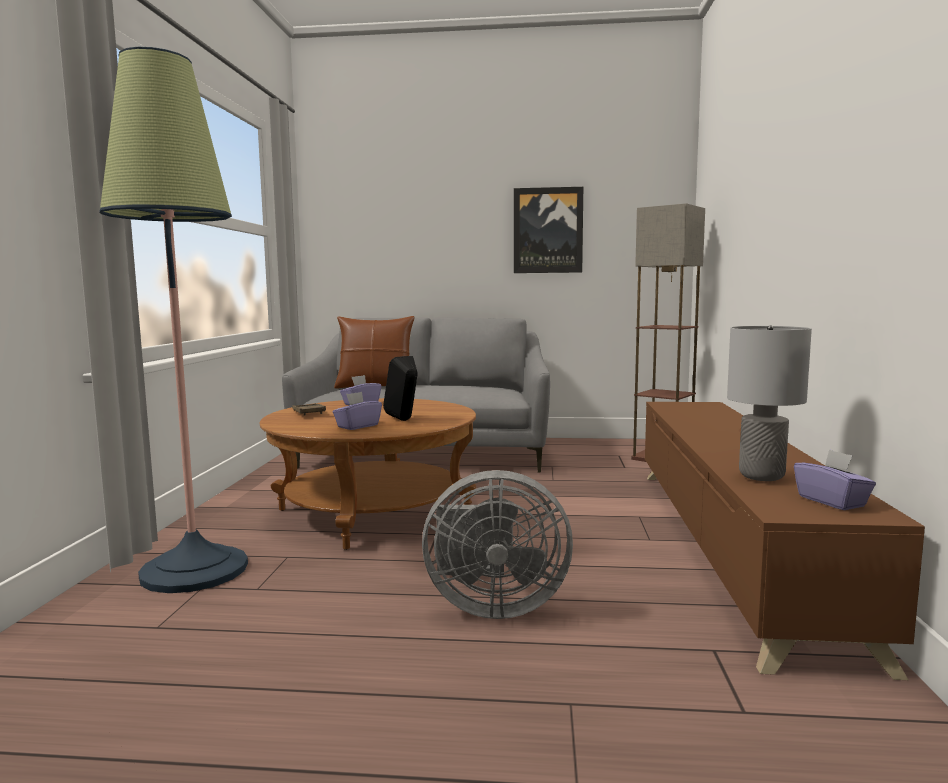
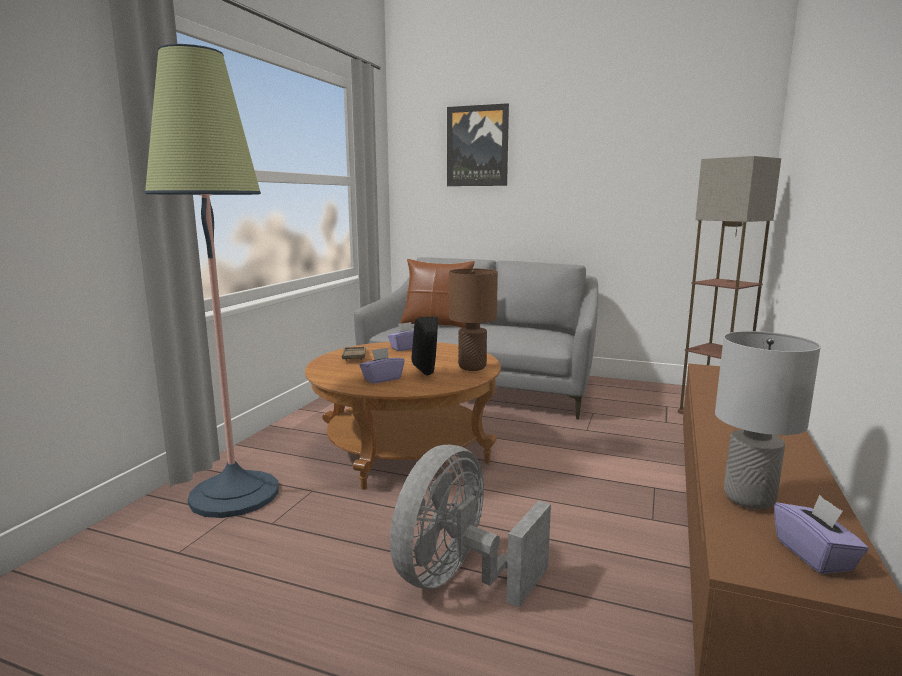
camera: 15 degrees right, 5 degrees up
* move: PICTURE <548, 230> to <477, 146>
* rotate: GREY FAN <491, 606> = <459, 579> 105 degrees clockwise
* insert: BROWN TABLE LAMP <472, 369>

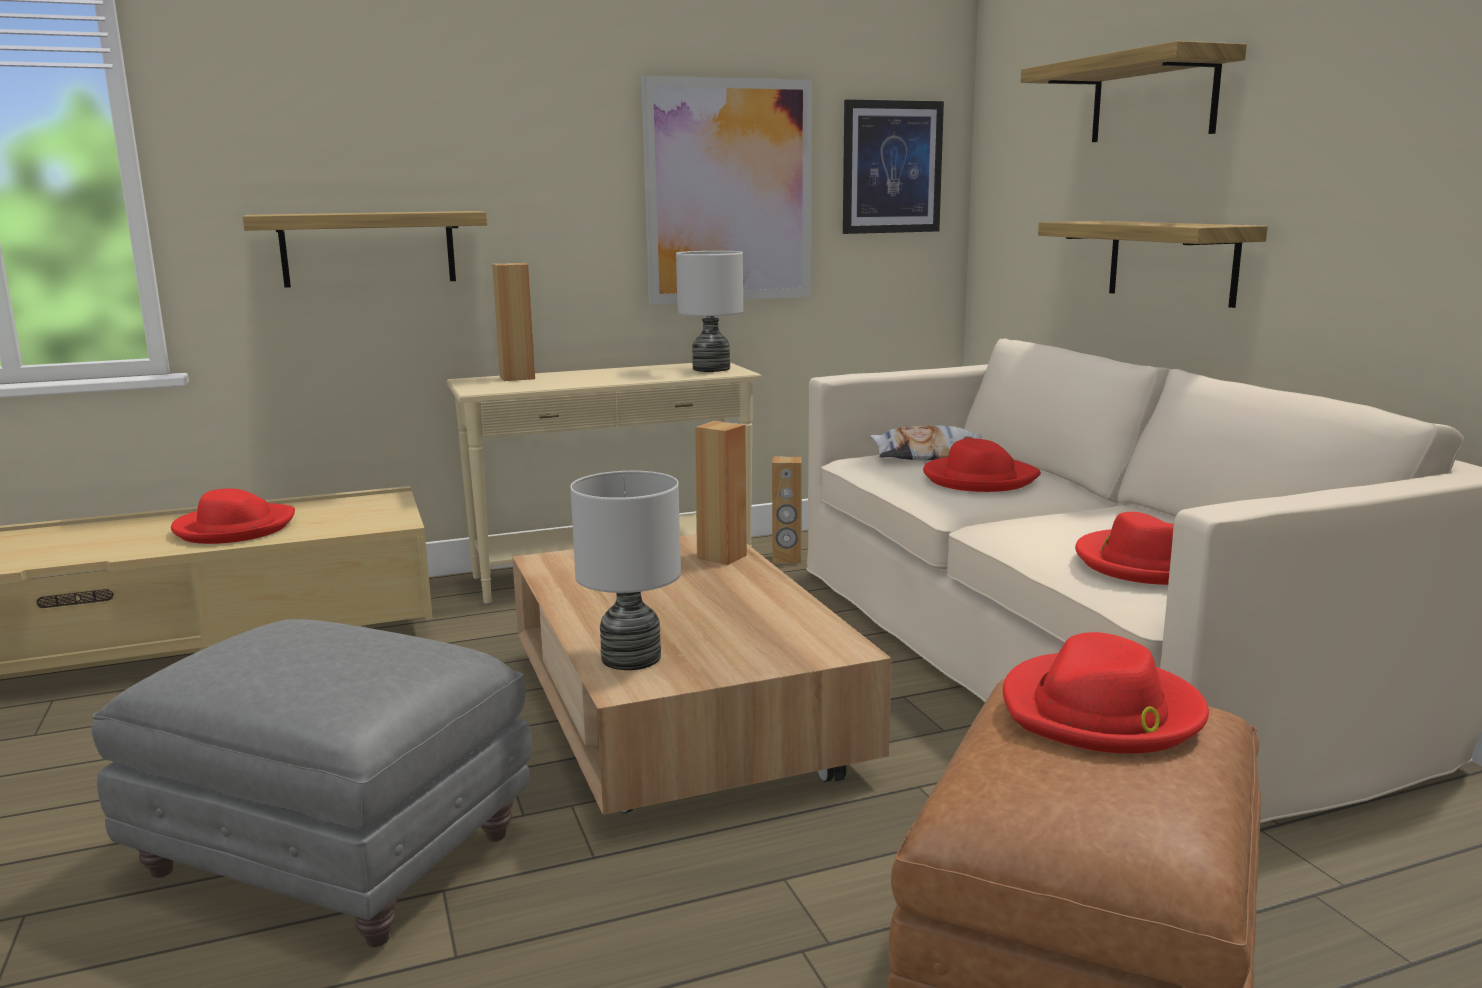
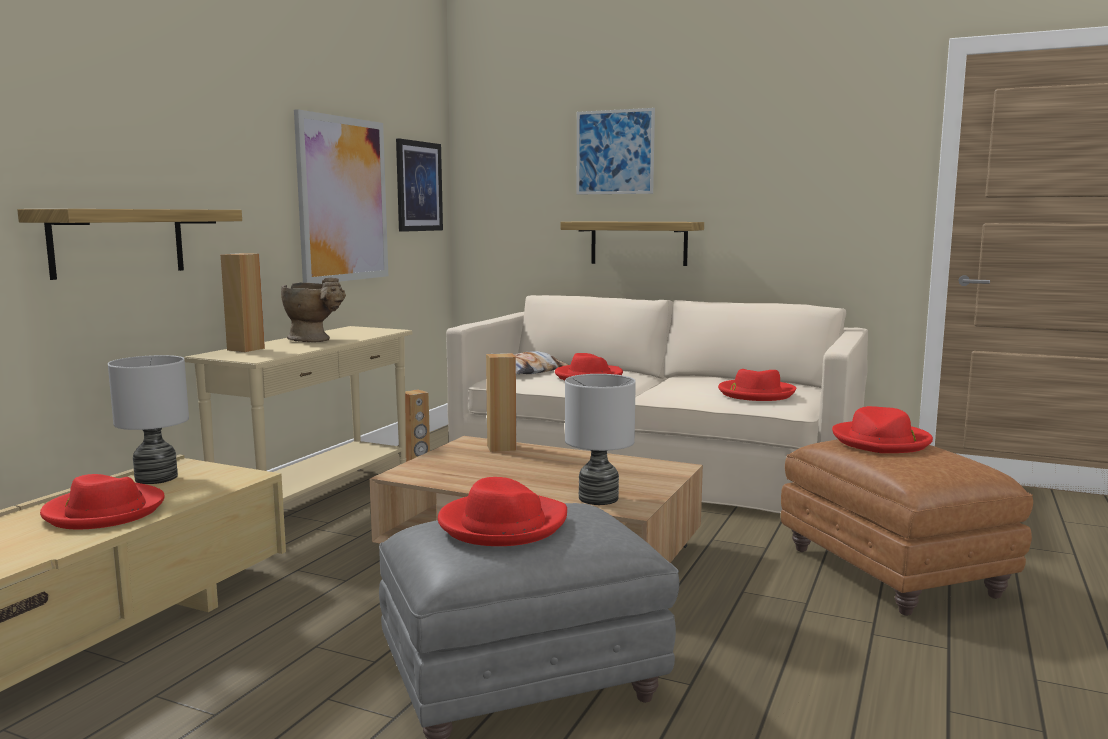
camera: 45 degrees left, 5 degrees down
* replace: SHELF <1153, 98> to PICTURE <615, 152>
* move: GREY TABLE LAMP <711, 369> to <156, 478>
* insert: BEIGE VASE <316, 340>
* insert: RED HAT <502, 524>

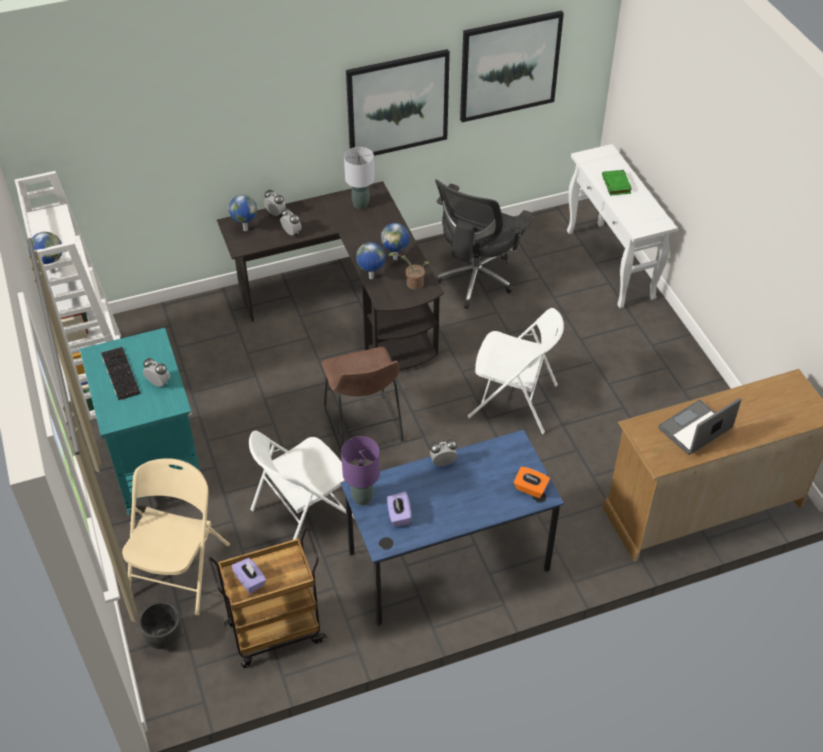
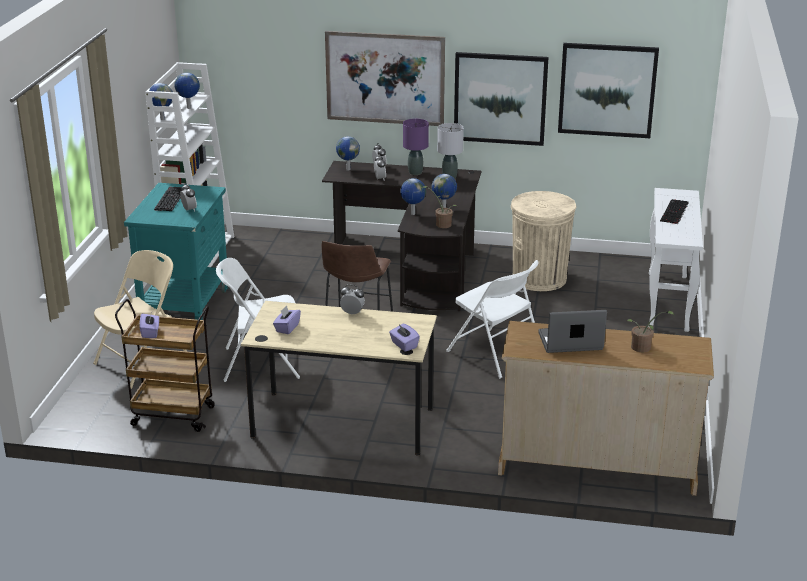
camera: 30 degrees right, 20 degrees down
* replace: GREEN BOOK <616, 185> to KEYBOARD <675, 212>
* replace: OFFICE CHAIR <476, 278> to BEIGE TRASH CAN <539, 278>
* recolor: BLUE DESK <448, 561> to BEIGE DESK <343, 423>
* move: PURPLE TABLE LAMP <363, 498> to <415, 173>
* recolor: ORANGE TISSUE BOX <530, 489> to PURPLE TISSUE BOX <404, 345>
* delete: BLACK PLANTER <164, 638>
* insert: PICTURE <385, 78>
* insert: GLOBE <188, 108>
* insert: POTTED PLANT <643, 348>

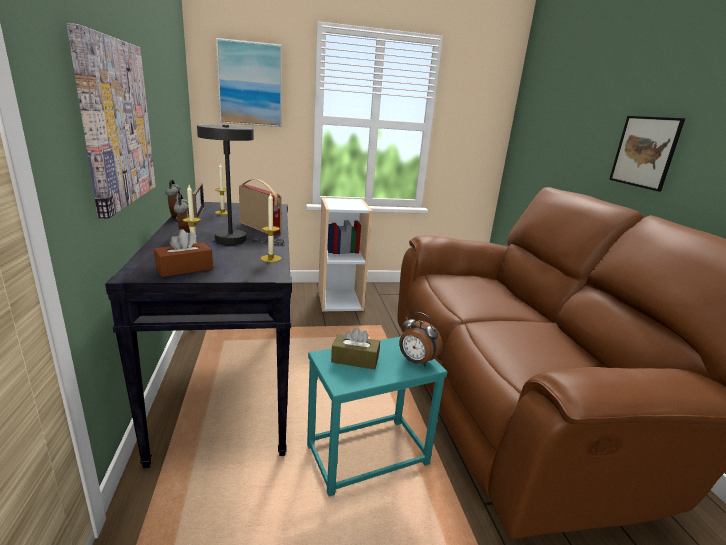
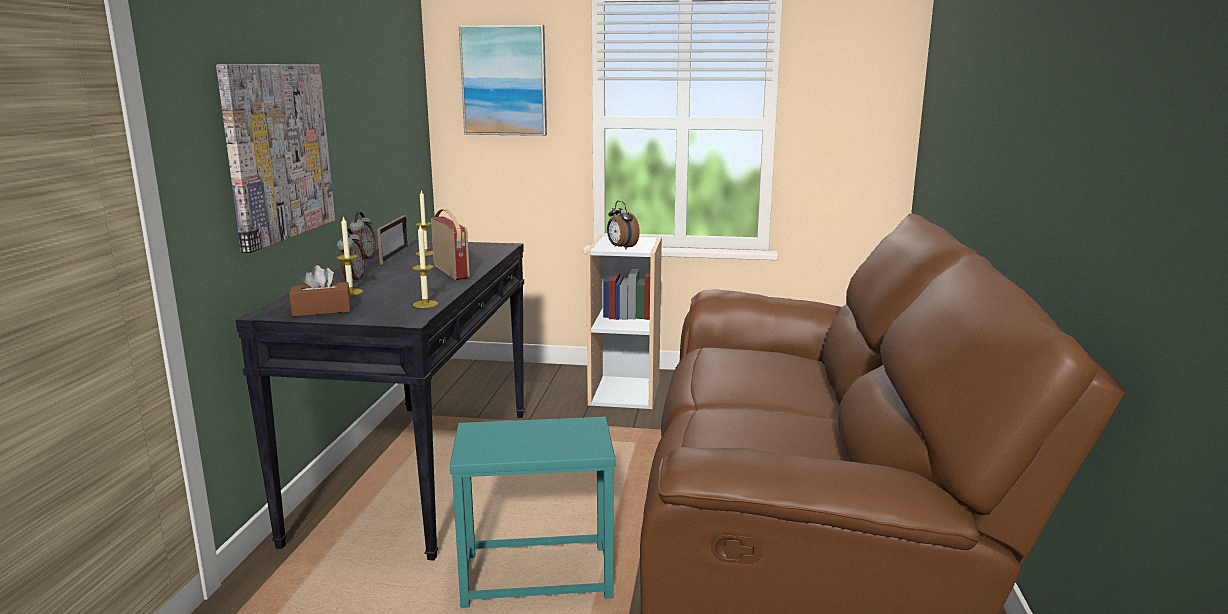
camera: 20 degrees right, 5 degrees down
* delete: PICTURE <644, 152>
* delete: GREY TABLE LAMP <237, 240>
* move: ALARM CLOCK <416, 361> to <621, 248>
* delete: BROWN TISSUE BOX <355, 359>

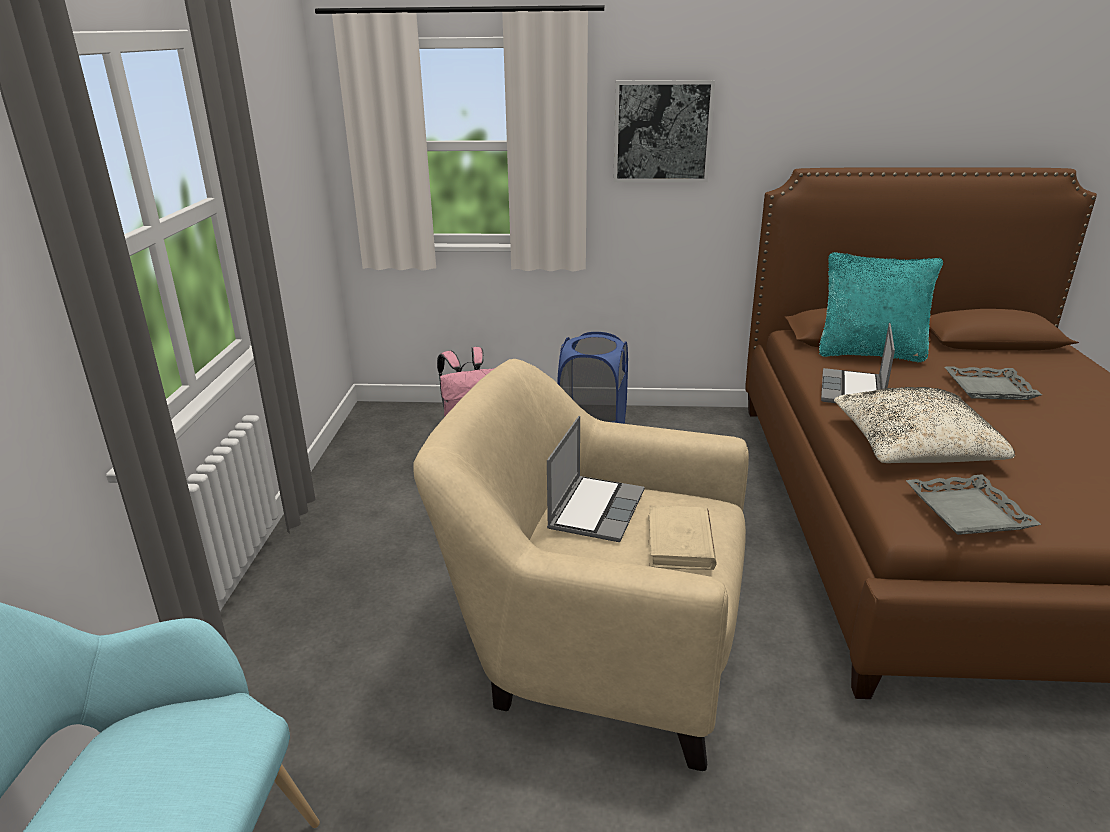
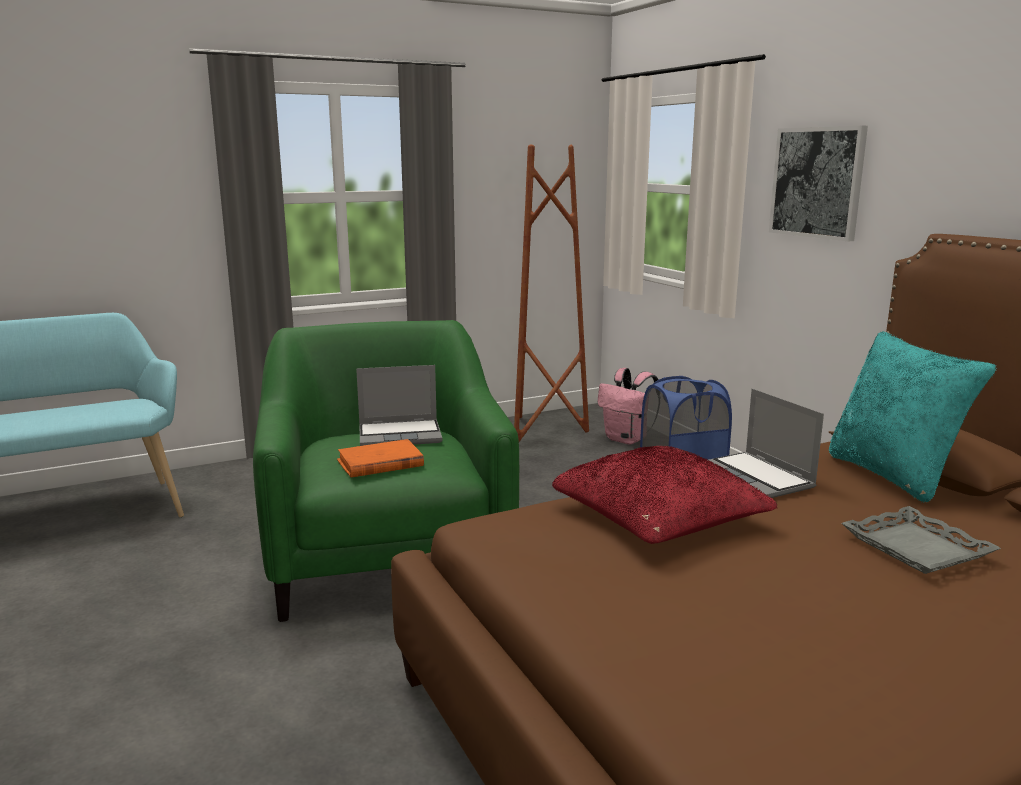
camera: 60 degrees right, 10 degrees down
* rotate: LAPTOP <853, 391> = <755, 478> 105 degrees counterclockwise
* recolor: BEIGE ARMCHAIR <595, 643> to GREEN ARMCHAIR <388, 552>
* recolor: BEIGE PILLOW <916, 445> to RED PILLOW <659, 517>
* delete: GREY TRAY <968, 512>
* recolor: BEIGE BOOK <680, 542> to ORANGE BOOK <380, 463>
* insert: BROWN CLOTHES RACK <541, 431>

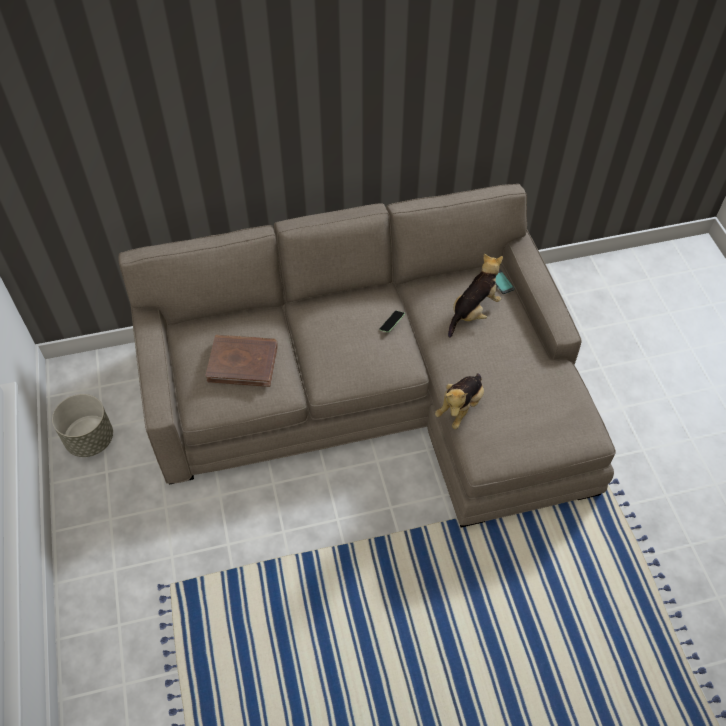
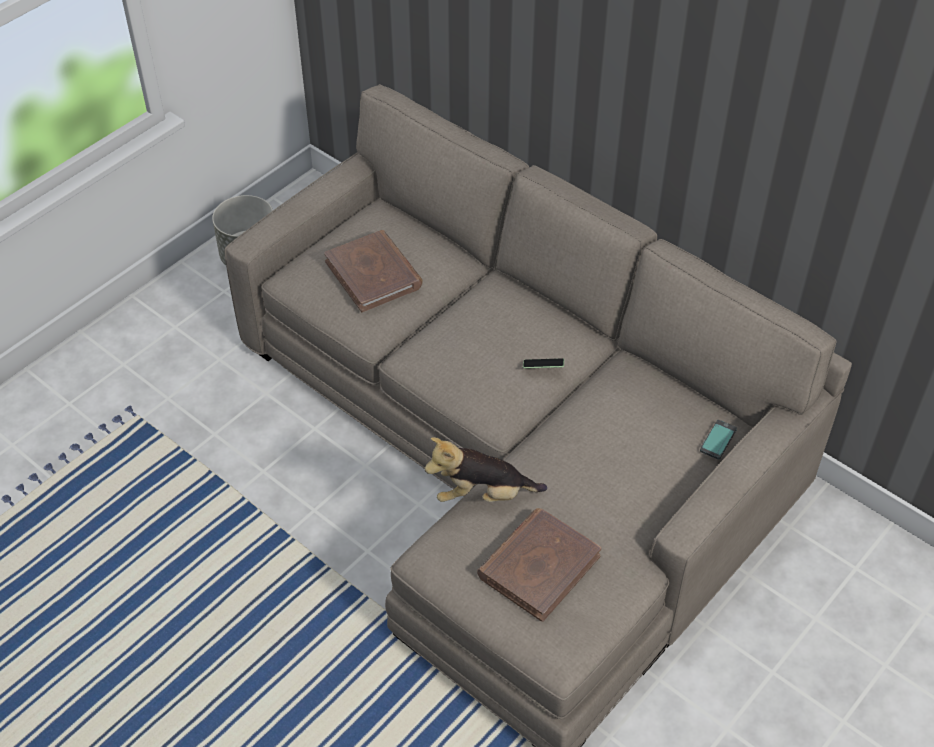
camera: 55 degrees right, 5 degrees down
* delete: PLUSH TOY <473, 312>
* insert: BROWN BOOK <538, 566>

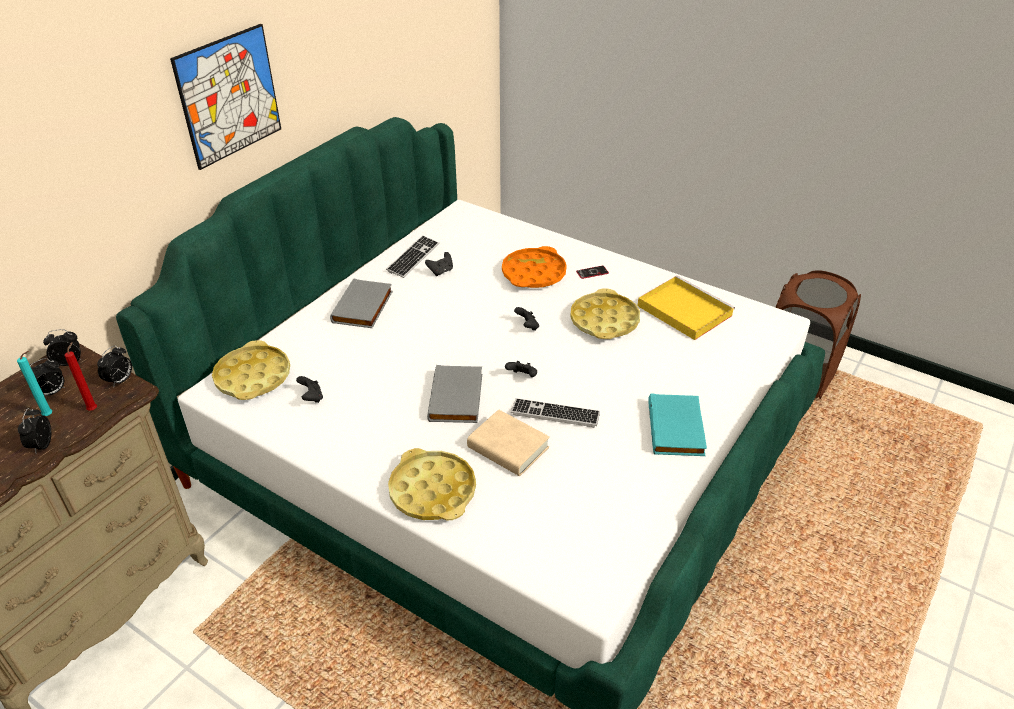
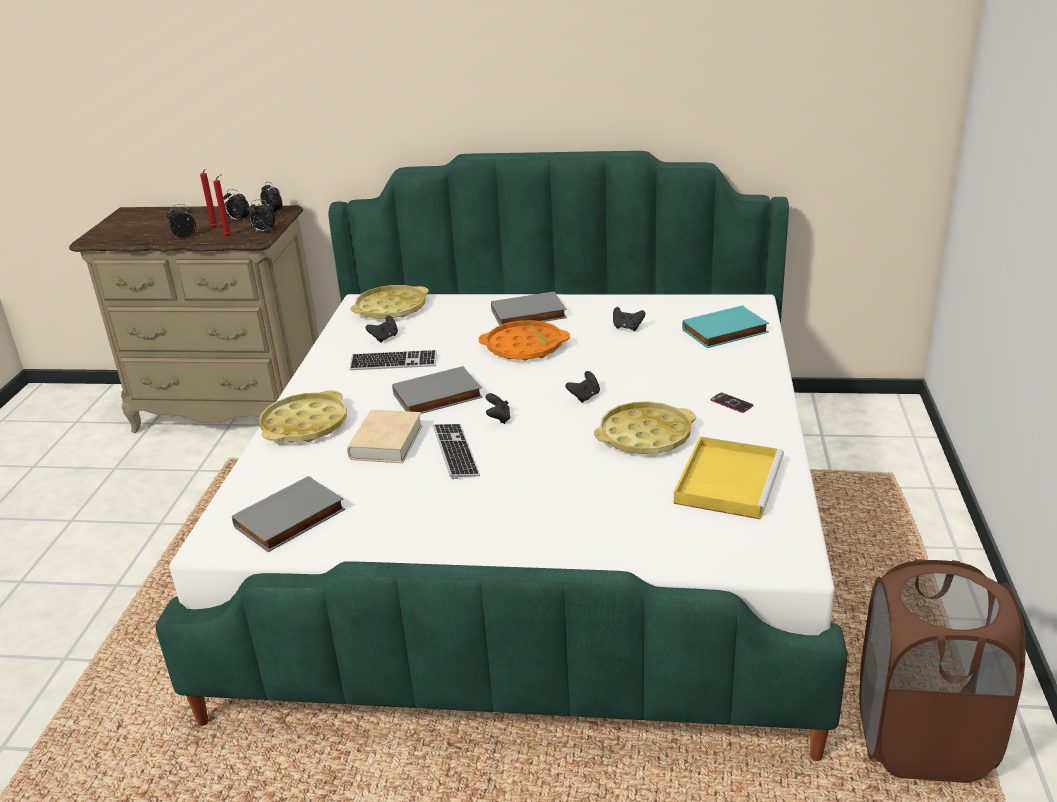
camera: 65 degrees right, 10 degrees down
* delete: PICTURE <229, 96>
* move: KEYBOARD <413, 258> to <394, 362>
* move: ORANGE TRAY <533, 273> to <524, 347>
* recolor: TURQUOISE CANDLE <50, 415> to RED CANDLE <215, 228>
* move: TURQUOISE BOOK <677, 429> to <725, 332>
* insert: GREY BOOK <291, 520>

